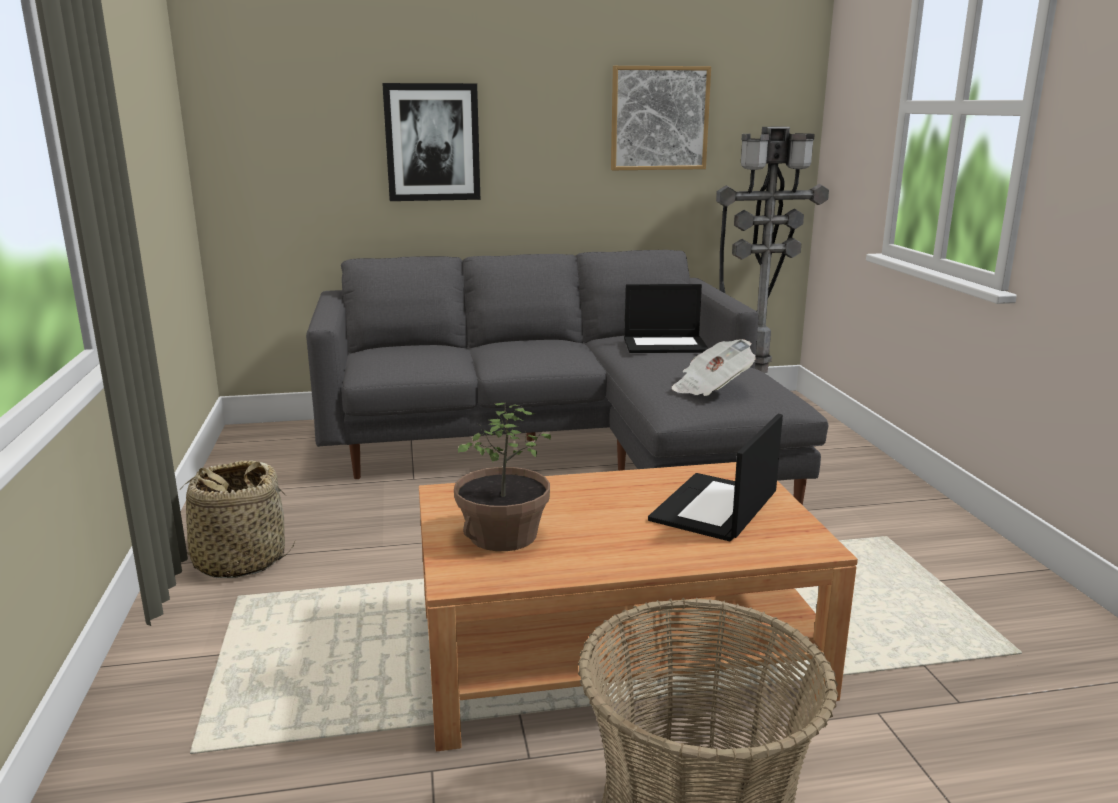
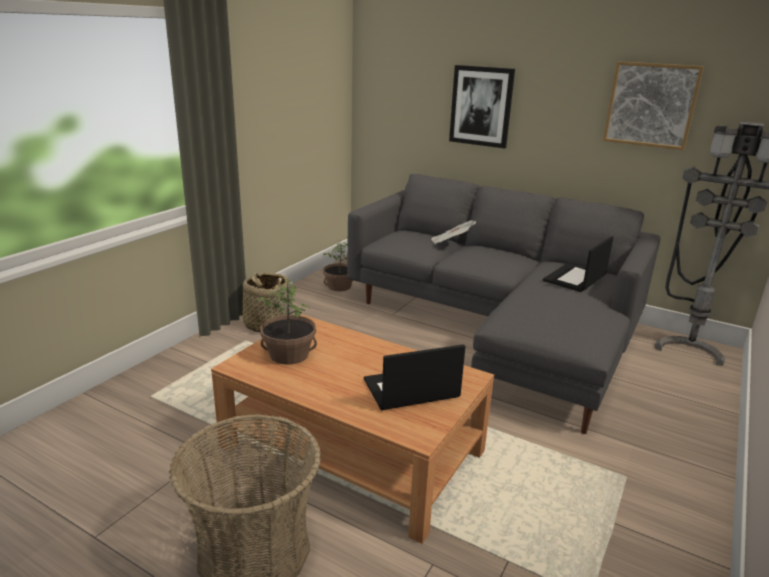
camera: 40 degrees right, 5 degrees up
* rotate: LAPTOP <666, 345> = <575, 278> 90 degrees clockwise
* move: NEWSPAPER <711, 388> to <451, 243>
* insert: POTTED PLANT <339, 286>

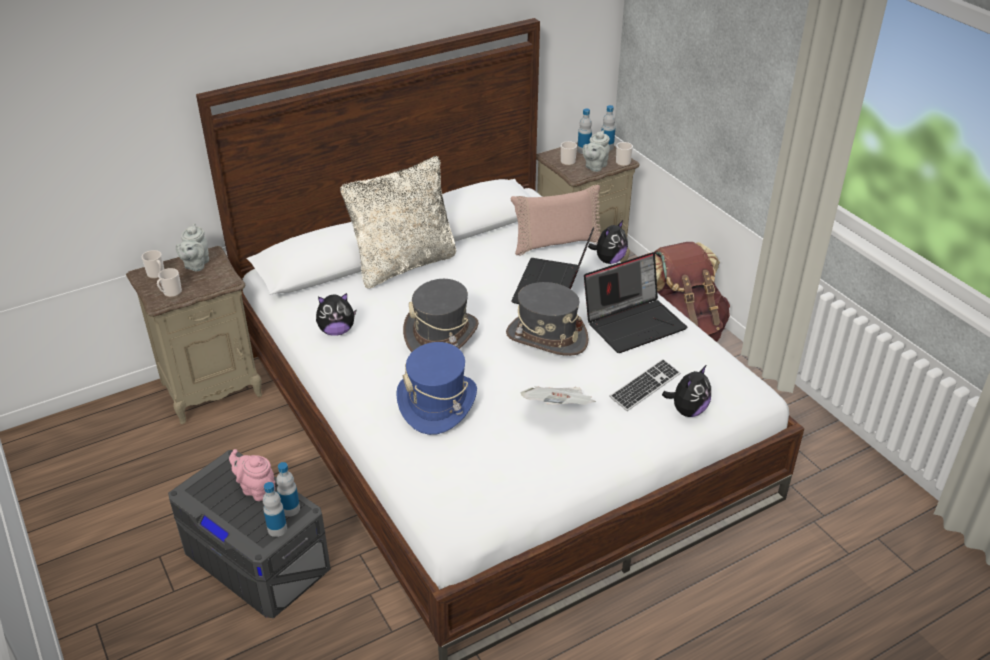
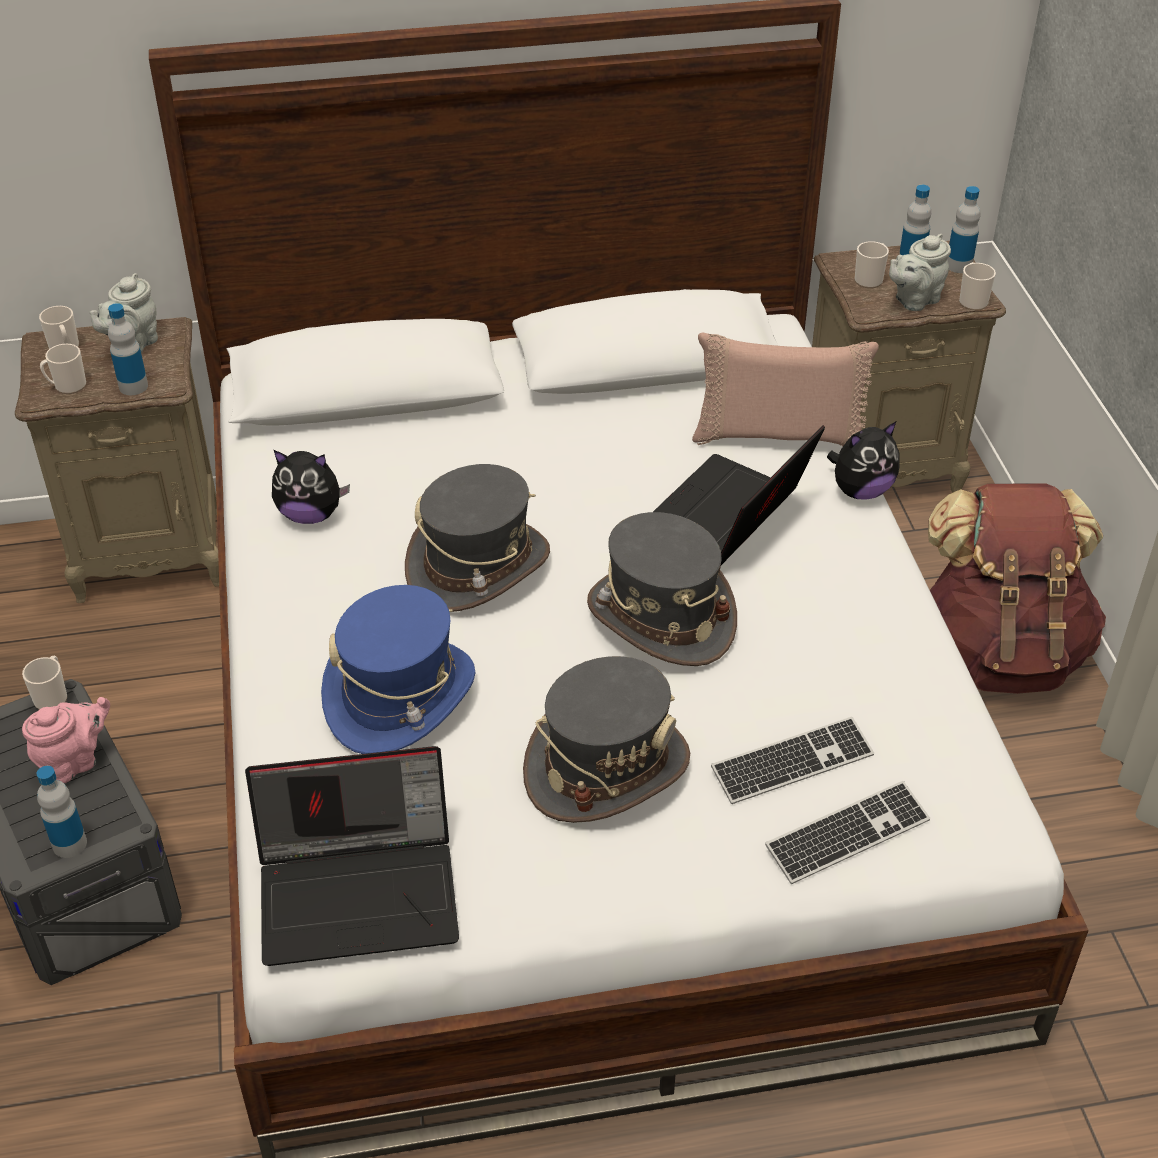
camera: 20 degrees right, 5 degrees up
* delete: BEIGE PILLOW <406, 266>
* move: LAPTOP <634, 323> to <361, 891>
* replace: PLUSH TOY <687, 410> to KEYBOARD <847, 835>
* replace: NEWSPAPER <558, 410> to GREY HAT <606, 767>
* rotate: PINK TEAPOT <256, 489> = <75, 762> 90 degrees clockwise
* move: BOTTLE <290, 509> to <133, 386>
* insert: MUG <52, 696>

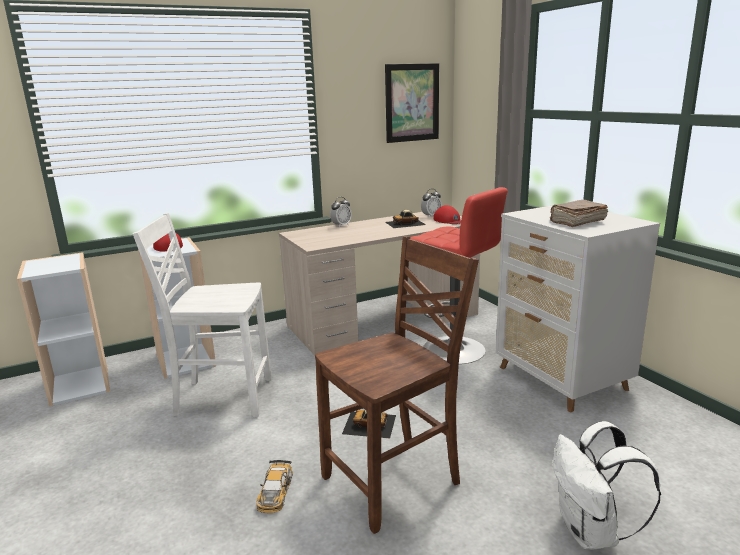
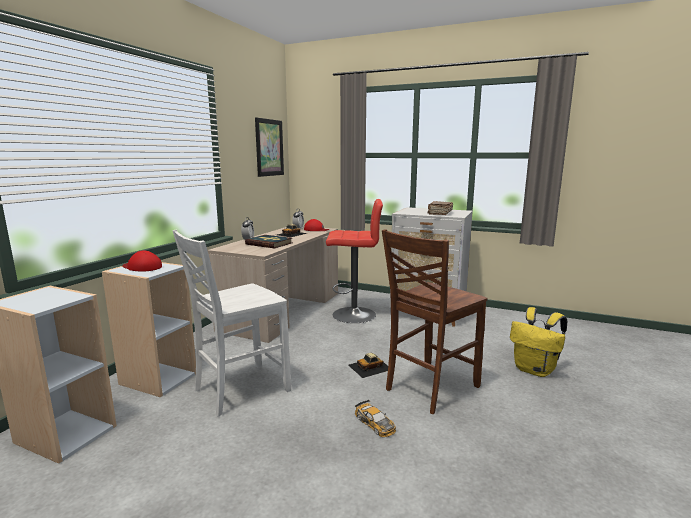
camera: 40 degrees left, 5 degrees down
* rotate: BROWN CHAIR <395, 481> = <429, 388> 150 degrees counterclockwise
* recolor: WHITE BACKPACK <591, 533> to YELLOW BACKPACK <535, 370>
* insert: BOOK <269, 243>

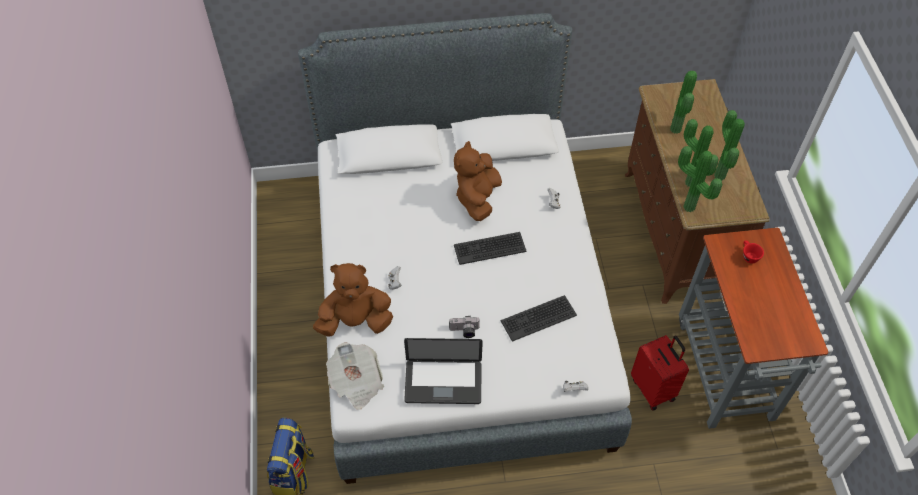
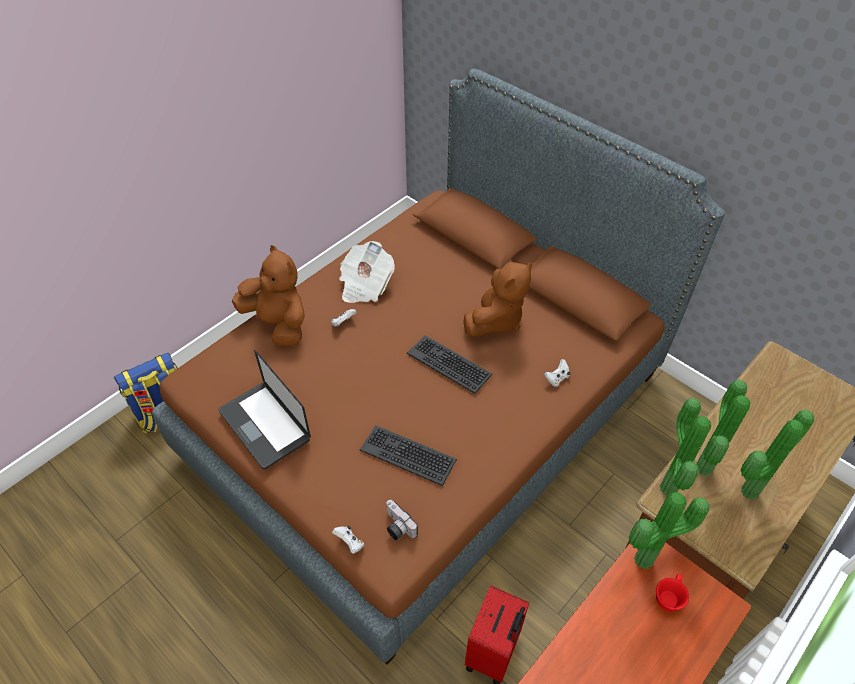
camera: 50 degrees right, 5 degrees down
* recolor: WHITE BED <458, 303> to BROWN BED <427, 413>
* move: POTTED PLANT <677, 129> to <646, 563>
* rotate: BROWN PLUSH TOY <477, 198> = <496, 319> 150 degrees clockwise
* move: PHOTO CAMERA <464, 331> to <397, 527>
* move: NEWSPAPER <356, 382> to <365, 285>

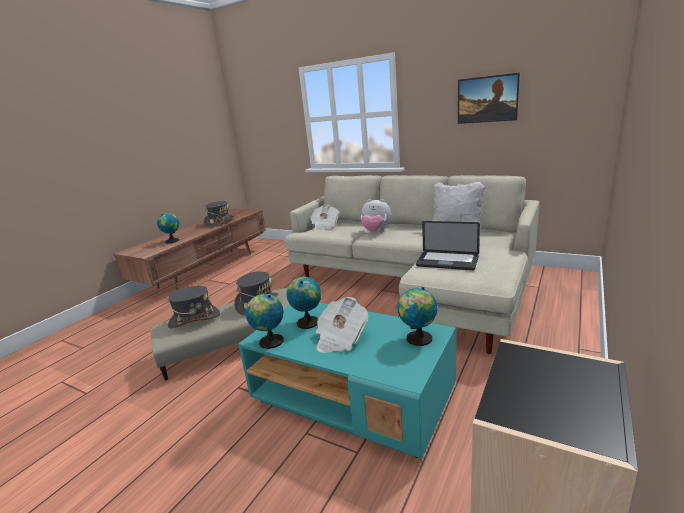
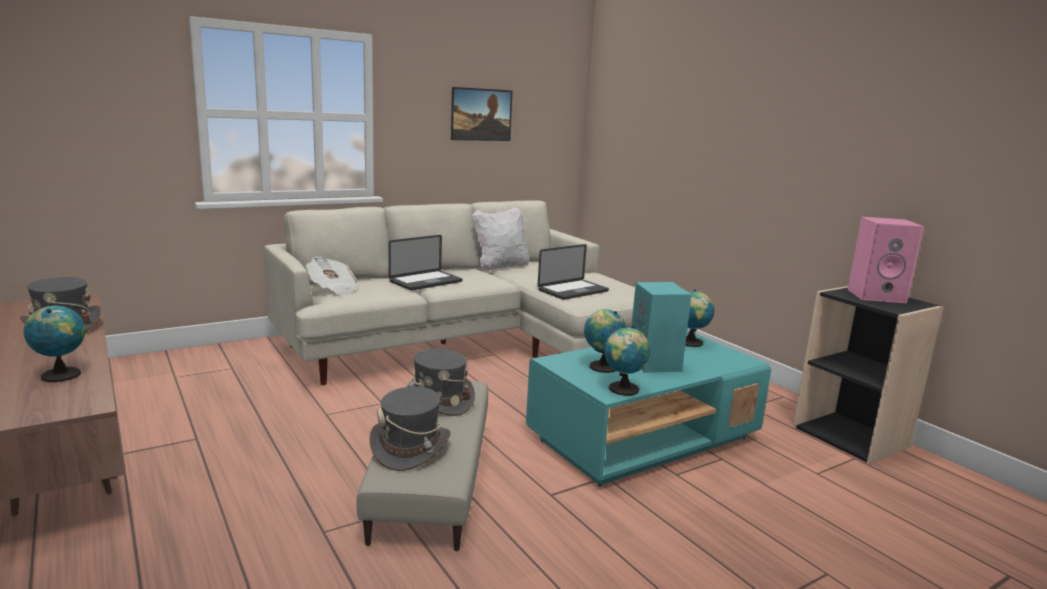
camera: 65 degrees left, 5 degrees down
* replace: PLUSH TOY <376, 231> to LAPTOP <426, 282>
* replace: NEWSPAPER <340, 338> to TURQUOISE SPEAKER <656, 364>
* insert: PINK SPEAKER <877, 296>

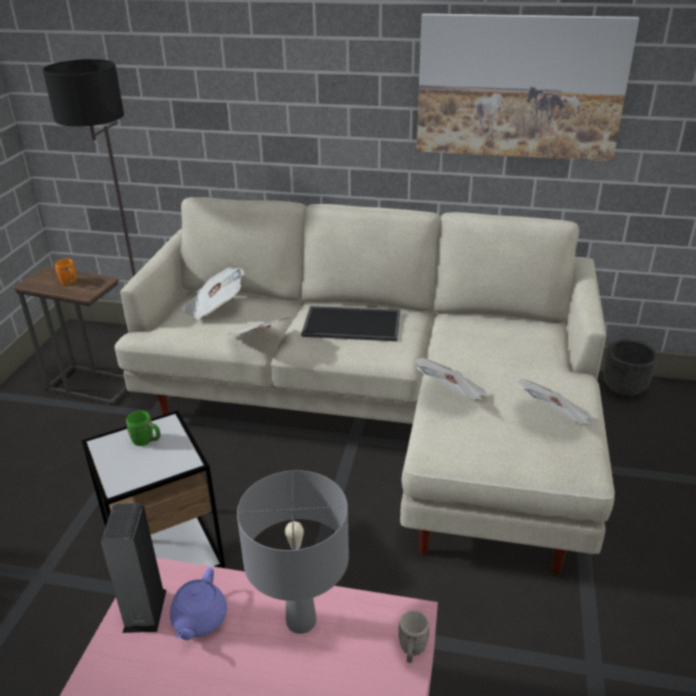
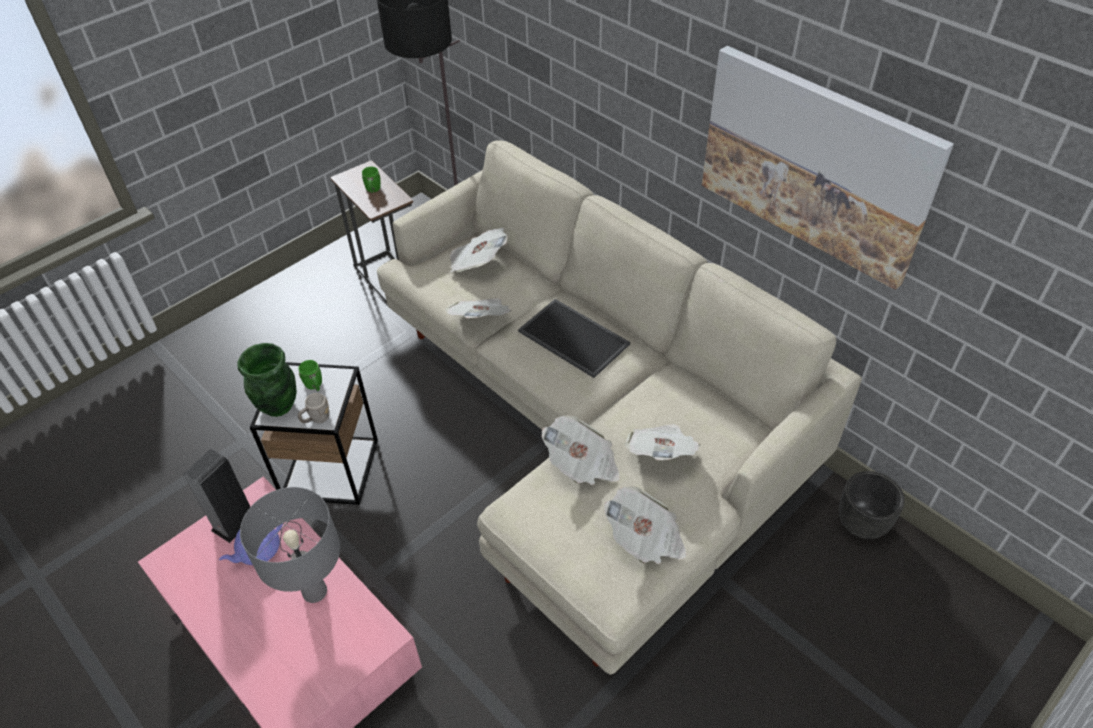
camera: 35 degrees right, 15 degrees up
* recolor: ORANGE MUG <70, 283> to GREEN MUG <373, 190>
* move: GREY MUG <412, 650> to <316, 419>
* insert: GREEN VASE <278, 406>
* insert: NEWSPAPER <661, 453>

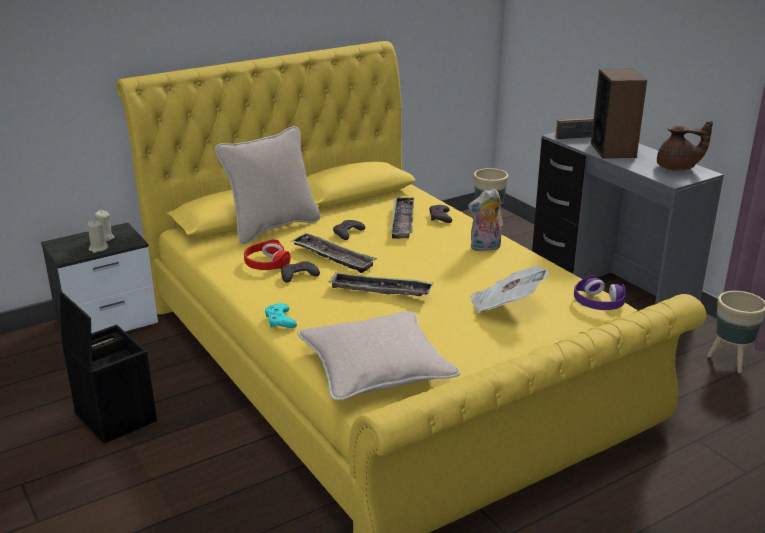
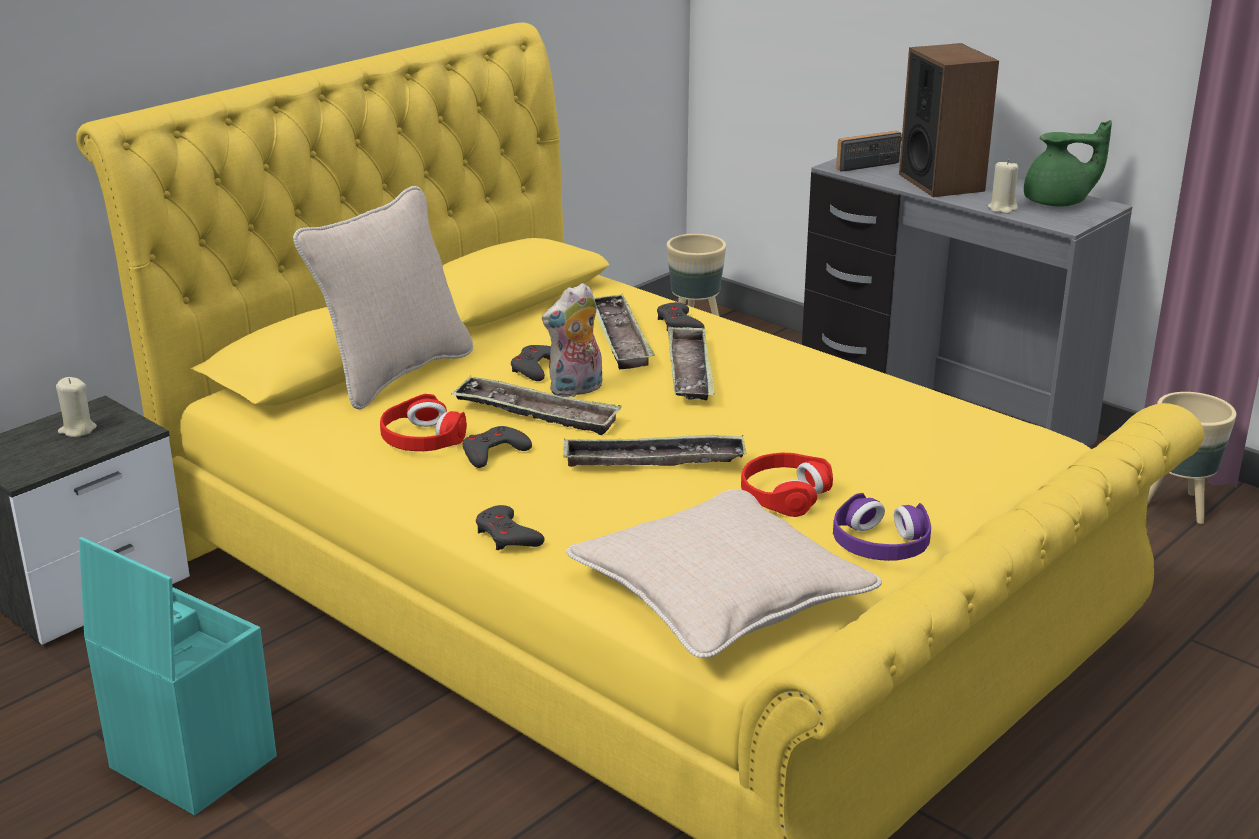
camera: 15 degrees left, 0 degrees up
* recolor: BROWN TEAPOT <677, 168> to GREEN TEAPOT <1058, 202>
* move: PLUSH TOY <485, 248> to <576, 390>
* move: BEIGE CANDLE <98, 248> to <1002, 208>
* delete: NEWSPAPER <505, 306>
* move: PURPLE HEADPHONES <598, 302> to <880, 544>
* recolor: BLACK STORAGE BOX <114, 417> to TURQUOISE STORAGE BOX <189, 762>
* recolor: TURQUOISE GAME CONTROLLER <280, 320> to GREY GAME CONTROLLER <507, 536>
* insert: TRAY <689, 371>
* insert: RED HEADPHONES <783, 494>

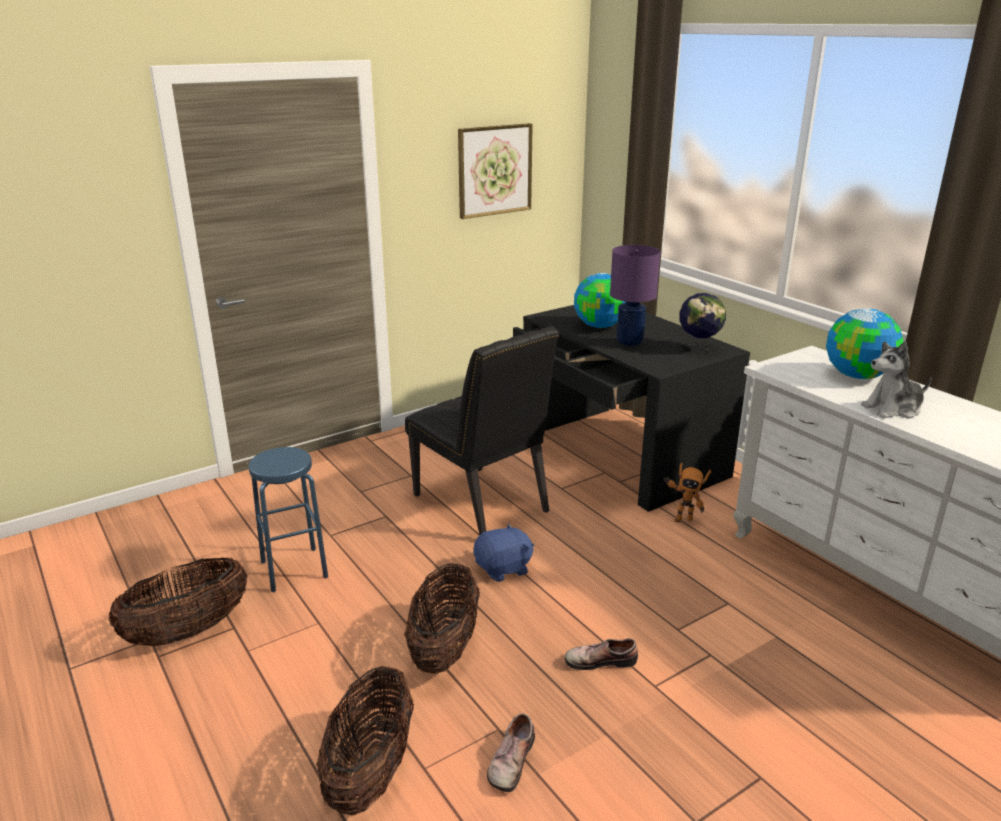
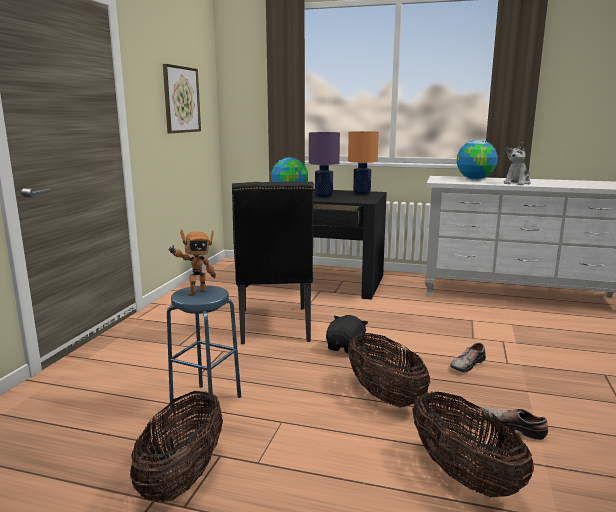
camera: 40 degrees left, 10 degrees down
* replace: GLOBE <699, 348> to ORANGE TABLE LAMP <361, 194>
* rotate: BLACK CHAIR <479, 503> = <274, 324> 75 degrees clockwise
* move: TOY ROBOT <682, 519> to <195, 292>
* recolor: BLUE PLUSH TOY <503, 569> to BLACK PLUSH TOY <346, 348>
* rotate: SHOE <509, 760> = <513, 426> 150 degrees clockwise

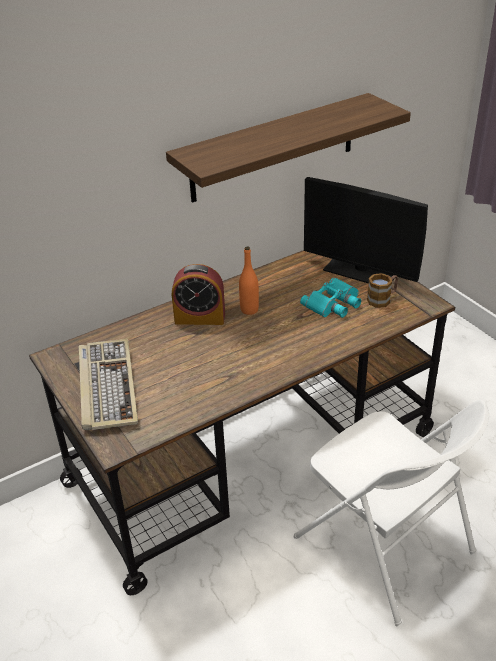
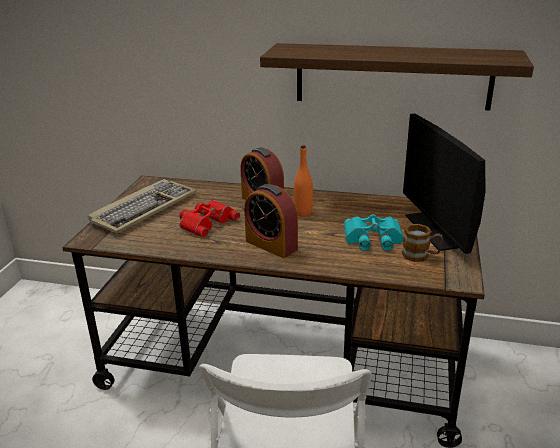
camera: 45 degrees right, 10 degrees down
* insert: ALARM CLOCK <271, 245>
* insert: RED BINOCULARS <206, 222>

